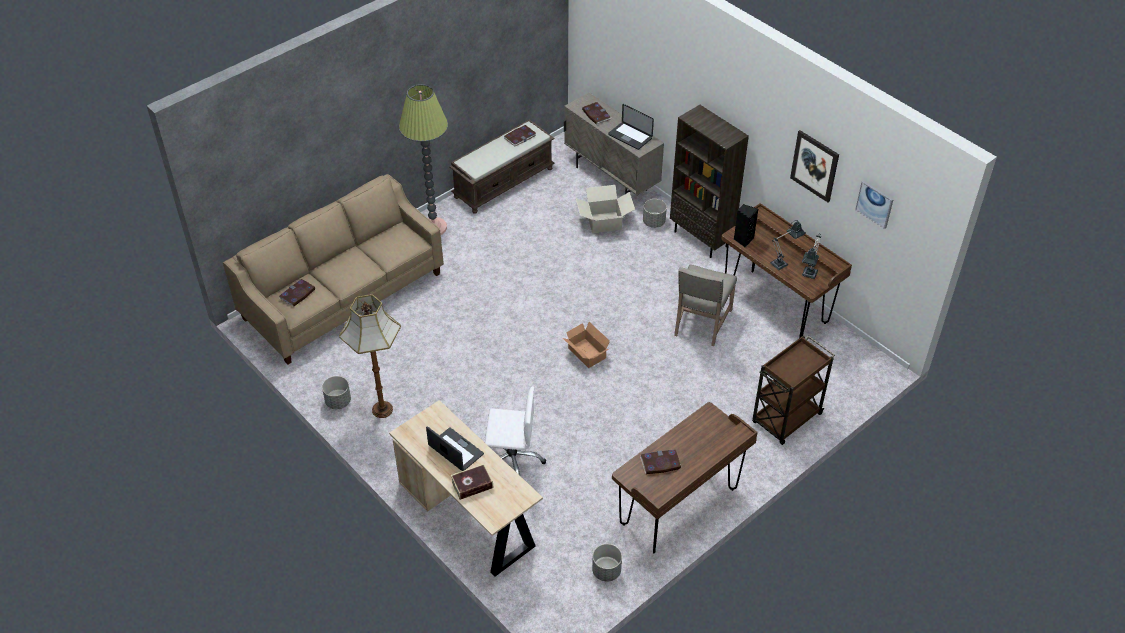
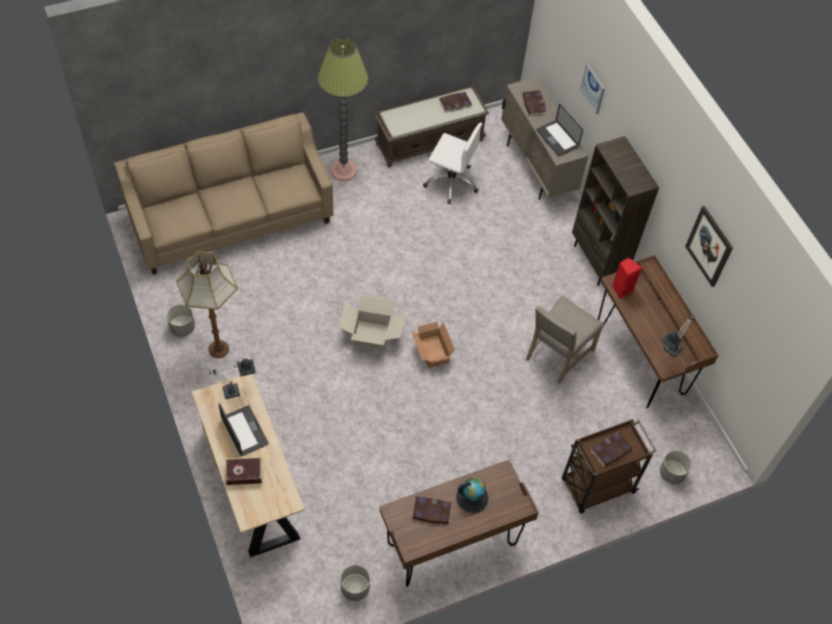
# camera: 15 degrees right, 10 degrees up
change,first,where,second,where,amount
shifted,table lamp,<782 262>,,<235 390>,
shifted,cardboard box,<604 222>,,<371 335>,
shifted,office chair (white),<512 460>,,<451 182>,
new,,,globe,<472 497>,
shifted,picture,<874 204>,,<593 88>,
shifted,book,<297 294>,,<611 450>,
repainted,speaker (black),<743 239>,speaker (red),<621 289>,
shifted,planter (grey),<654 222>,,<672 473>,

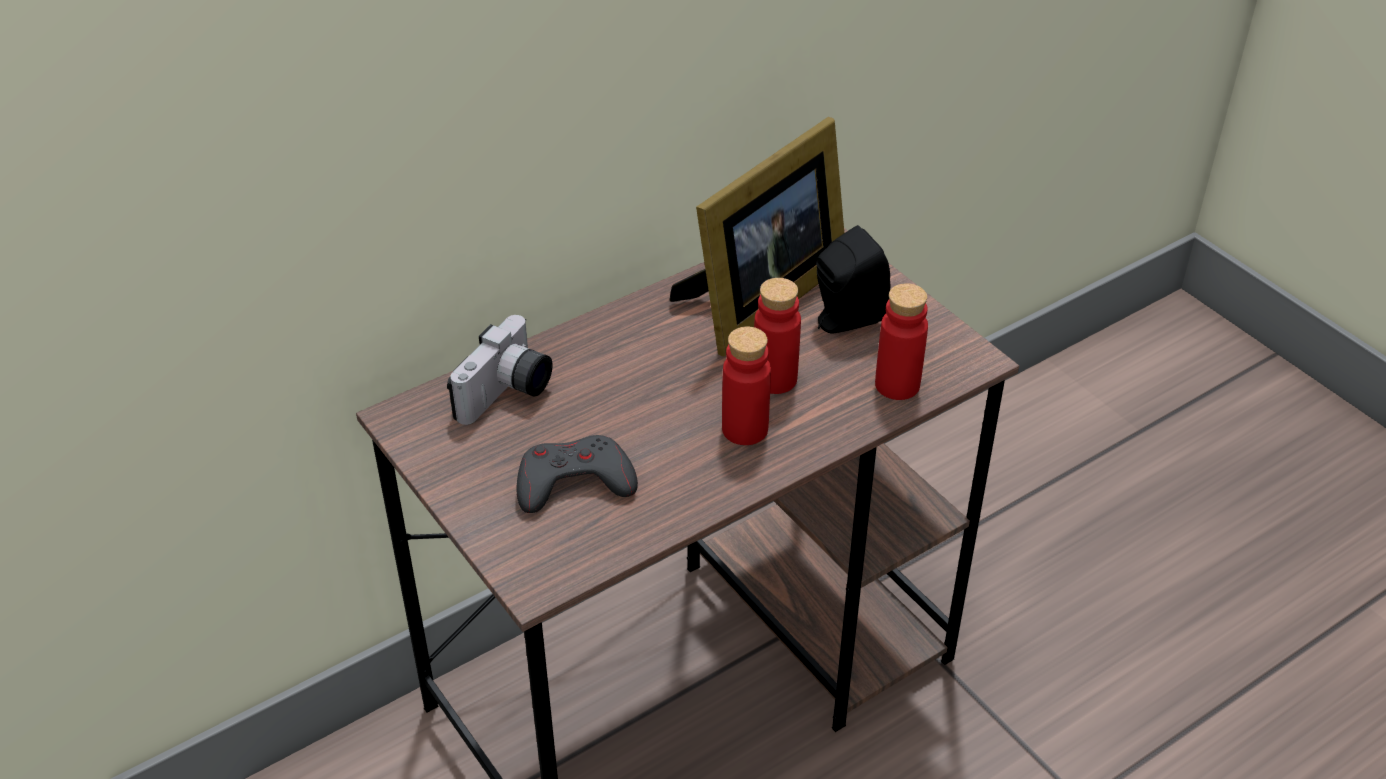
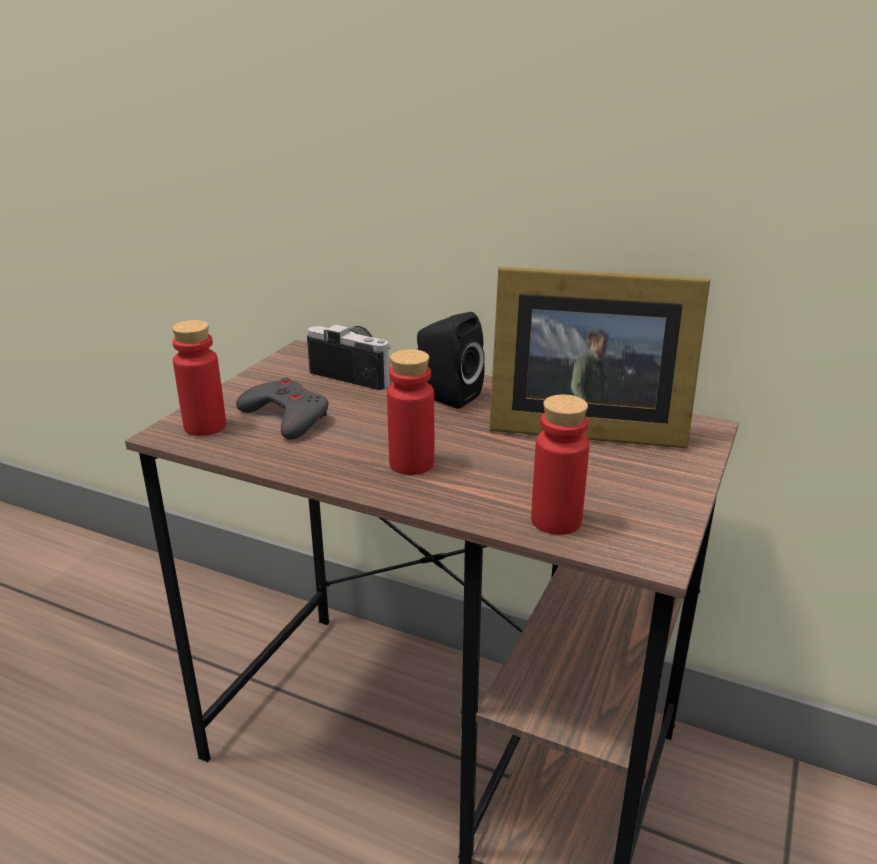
# camera: 60 degrees right, 15 degrees down
change,first,where,second,where,amount
shifted,bottle (red),<774 379>,,<205 426>,
rotated,photo camera,<507 395>,,<357 372>,150 degrees counterclockwise
shifted,speaker (black),<844 320>,,<446 396>,

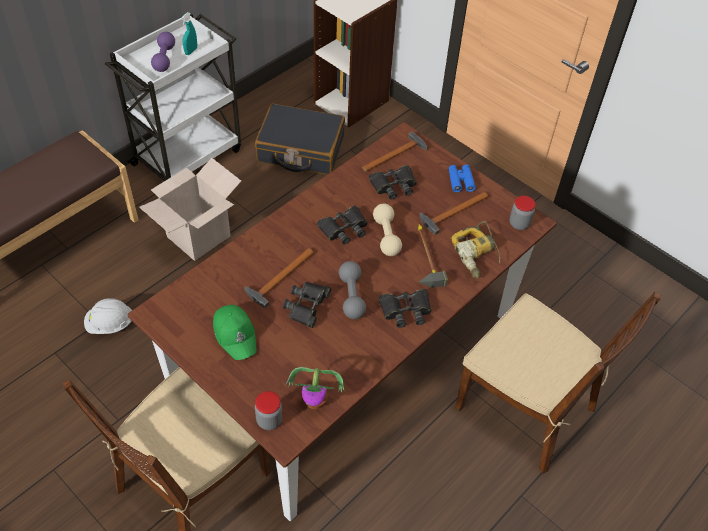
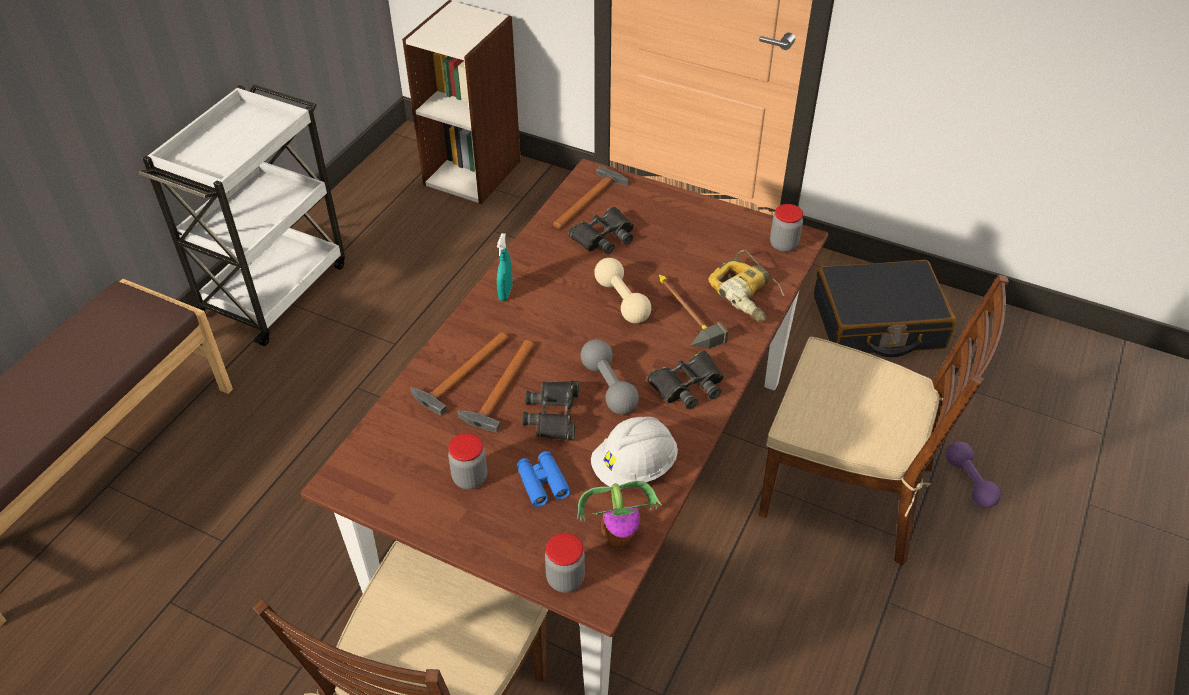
# camera: 15 degrees left, 5 degrees down
change,first,where,second,where,amount
shifted,hammer,<452 212>,,<460 375>,
swapped,cap (green),<235 334>,jar,<470 478>,
shifted,spray bottle (turquoise),<191 51>,,<505 292>,
shifted,binoculars (blue),<460 181>,,<542 482>,
shifted,hard hat (white),<110 324>,,<634 468>,
shifted,suitcase (black),<300 149>,,<878 323>,
shifted,dumbbell (purple),<164 58>,,<969 482>,
gone,cardboard box,<198 236>,,,
gone,binoculars (black),<344 228>,,,

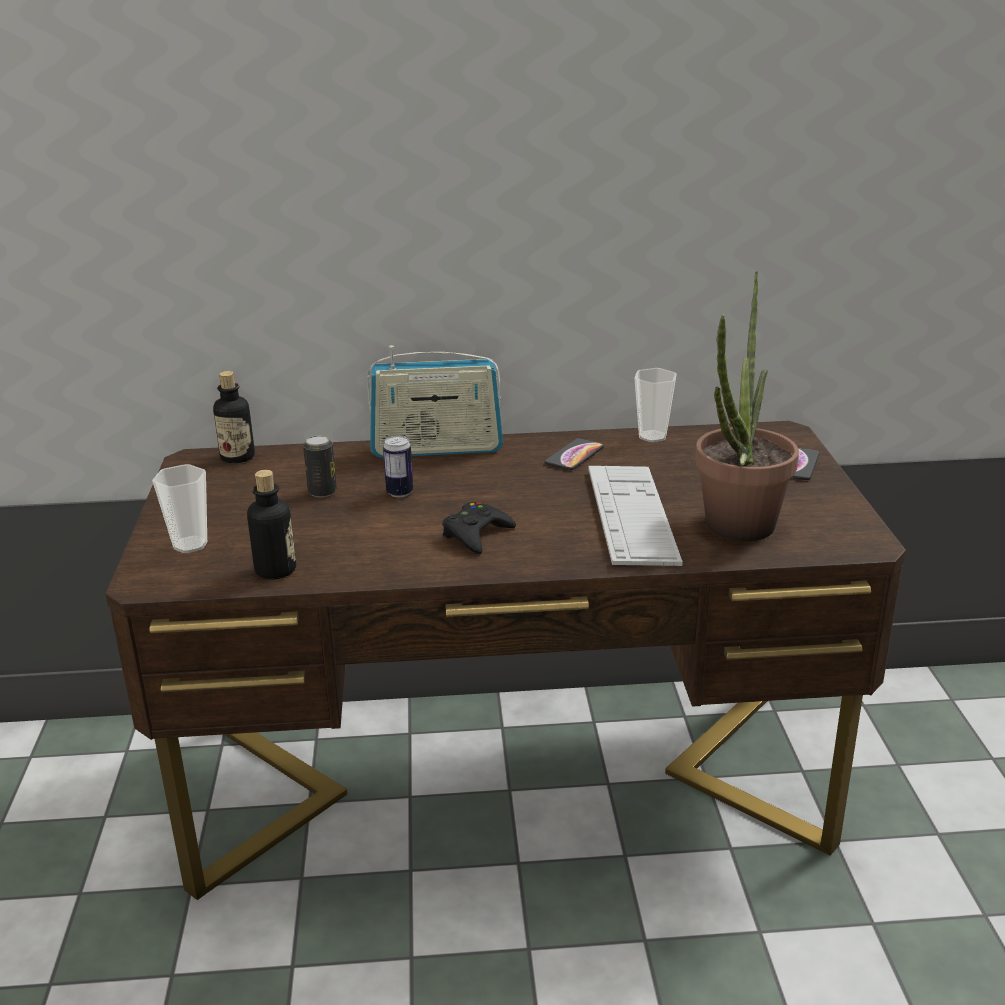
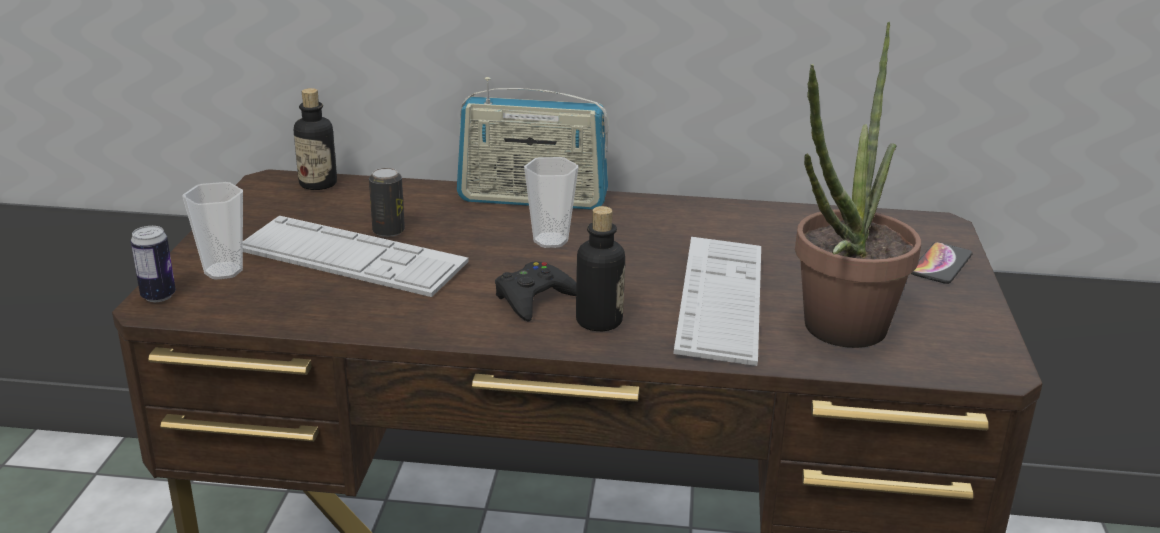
# camera: 10 degrees right, 0 degrees up
change,first,where,second,where,amount
shifted,can,<399 492>,,<158 296>,
new,,,keyboard,<351 258>,
shifted,cup,<652 436>,,<550 240>,
shifted,bottle,<275 570>,,<599 321>,
gone,phone,<574 455>,,,

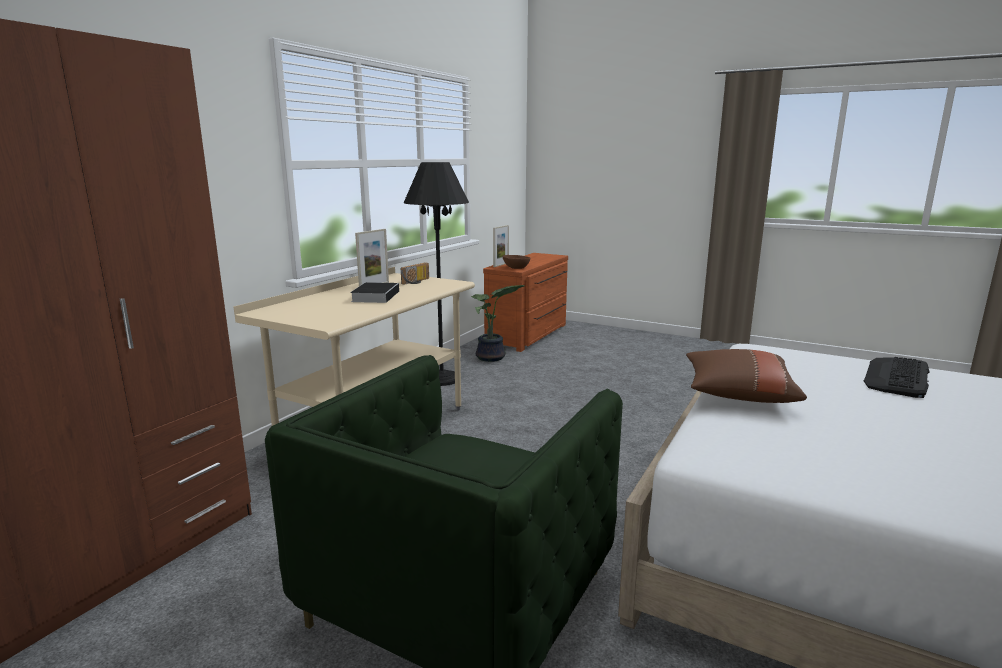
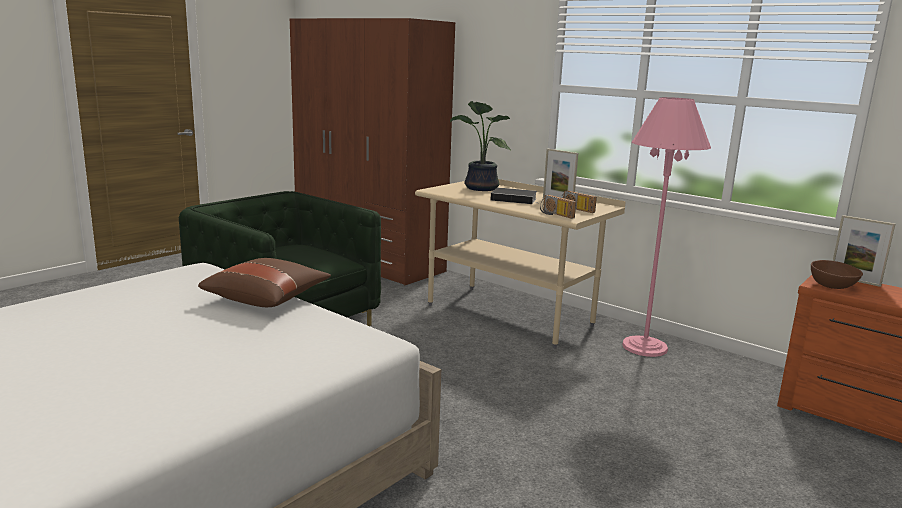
# camera: 100 degrees right, 0 degrees up
change,first,where,second,where,amount
shifted,potted plant,<491 358>,,<479 188>,
new,,,radio,<555 214>,
repainted,floor lamp (black),<441 378>,floor lamp (pink),<645 347>,
gone,keyboard,<897 377>,,,

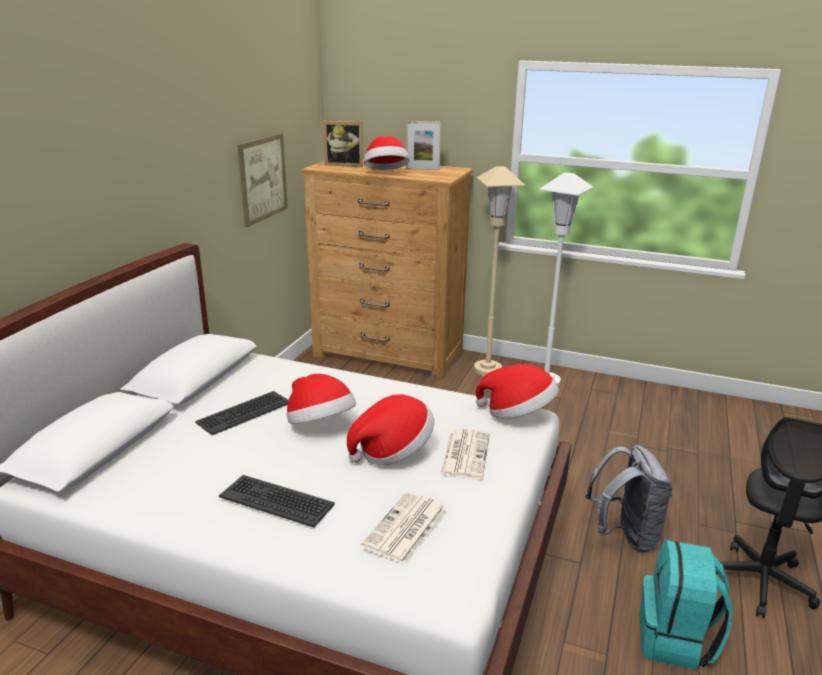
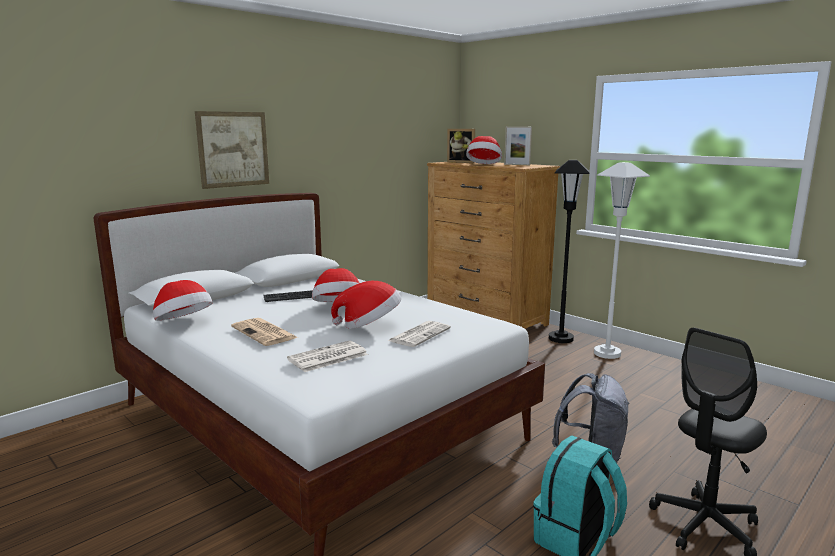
# camera: 25 degrees right, 10 degrees down
change,first,where,second,where,amount
shifted,hat,<517 414>,,<183 323>,
shifted,picture,<263 178>,,<233 149>,
swapped,keyboard,<277 500>,newspaper,<265 333>,
repainted,floor lamp (beige),<487 370>,floor lamp (black),<561 338>,

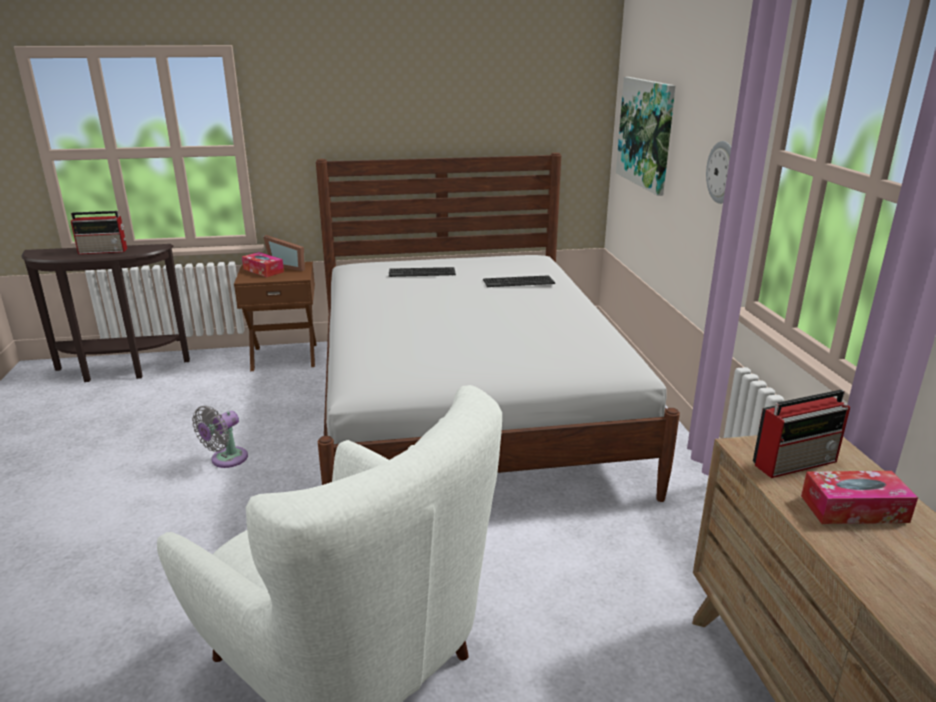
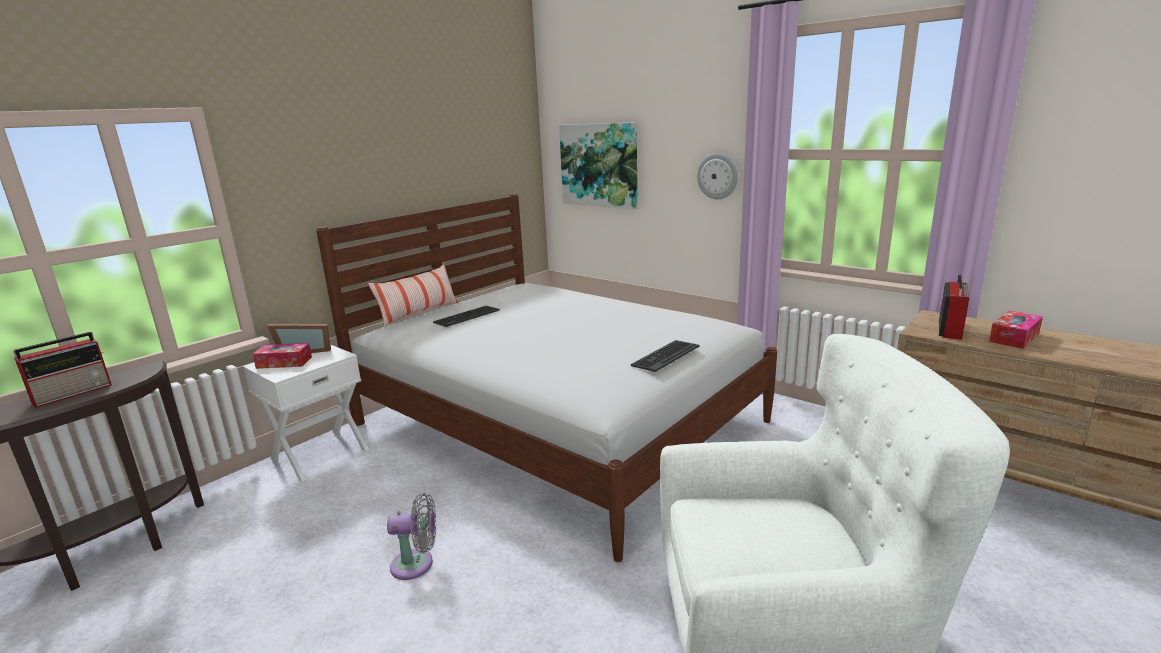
# camera: 40 degrees left, 5 degrees down
change,first,where,second,where,amount
repainted,nightstand (brown),<284 356>,nightstand (white),<319 453>,
new,,,pillow,<418 313>,
rotated,fan (grey),<226 460>,,<416 564>,90 degrees counterclockwise
shifted,keyboard,<518 282>,,<665 356>,

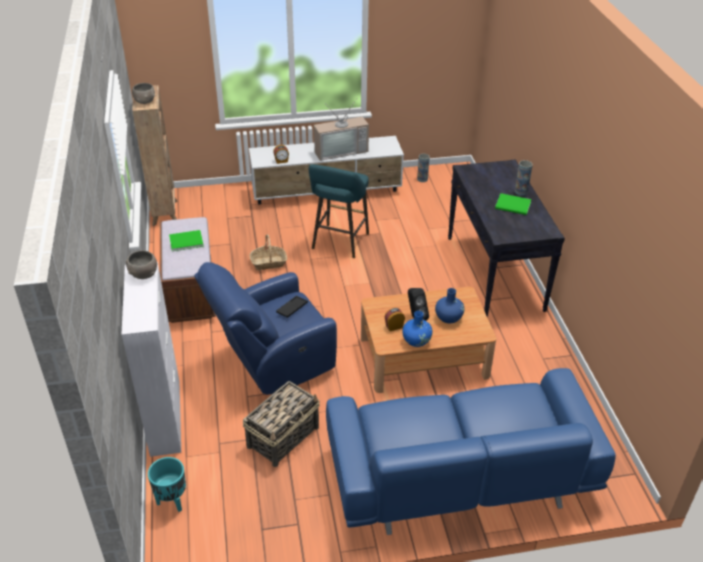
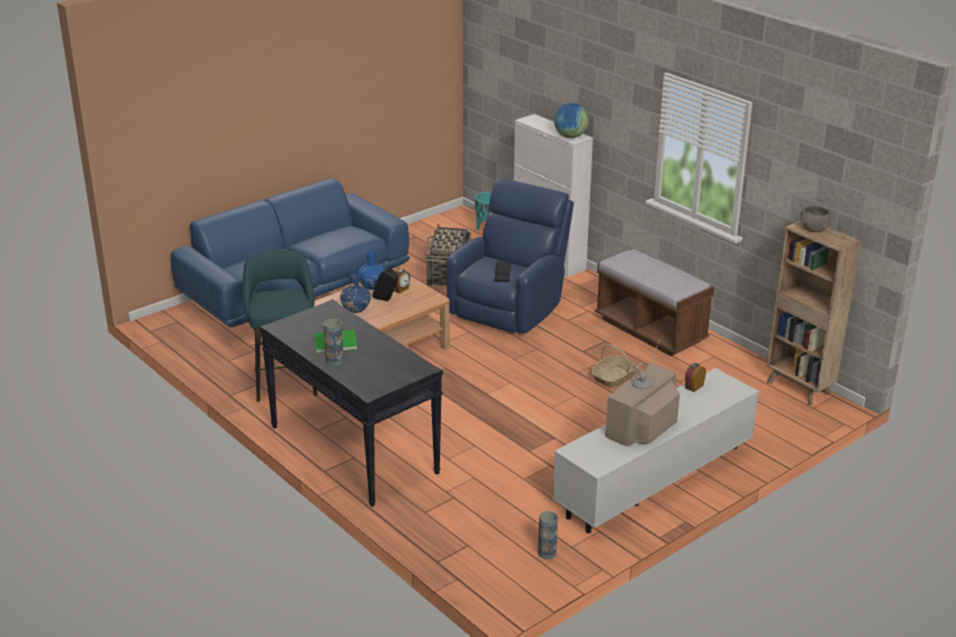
# camera: 150 degrees right, 10 degrees down
change,first,where,second,where,amount
shifted,stool (turquoise),<339 243>,,<285 381>,
swapped,bowl (grey),<143 274>,globe,<570 136>,
gone,book (green),<185 241>,,,

